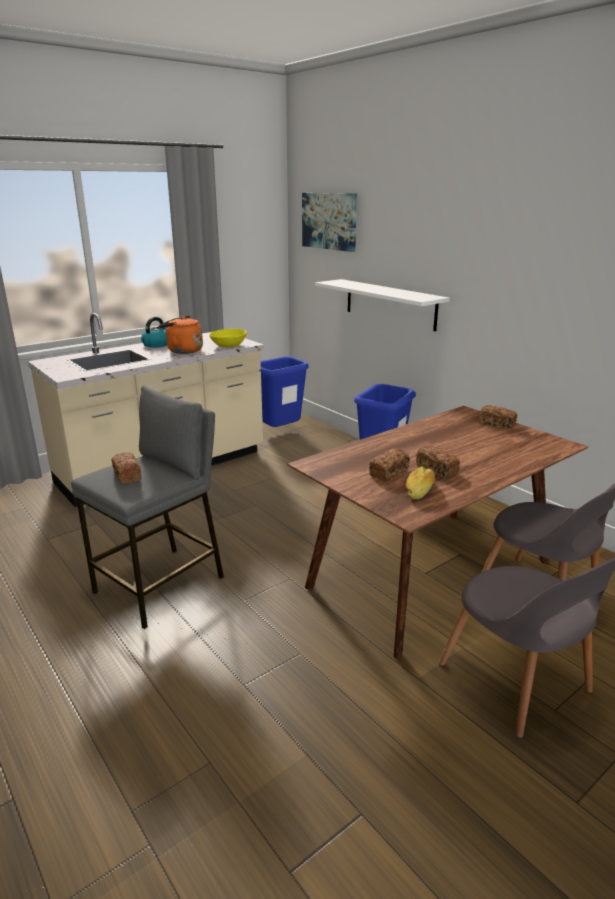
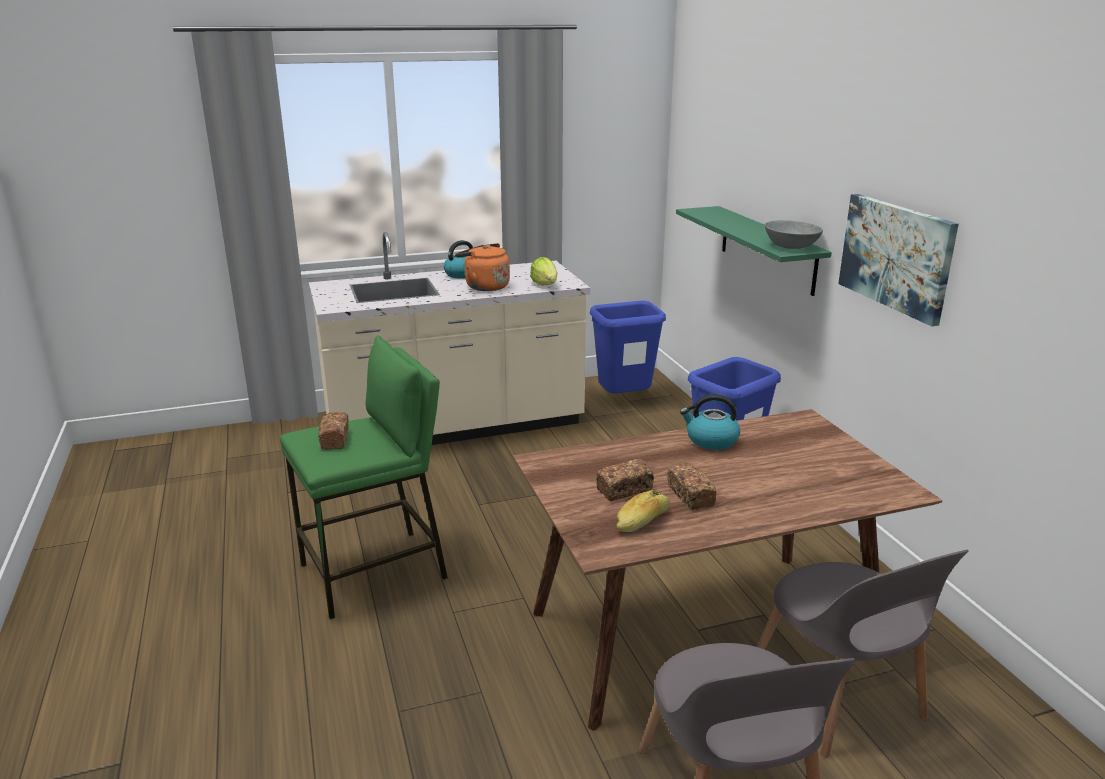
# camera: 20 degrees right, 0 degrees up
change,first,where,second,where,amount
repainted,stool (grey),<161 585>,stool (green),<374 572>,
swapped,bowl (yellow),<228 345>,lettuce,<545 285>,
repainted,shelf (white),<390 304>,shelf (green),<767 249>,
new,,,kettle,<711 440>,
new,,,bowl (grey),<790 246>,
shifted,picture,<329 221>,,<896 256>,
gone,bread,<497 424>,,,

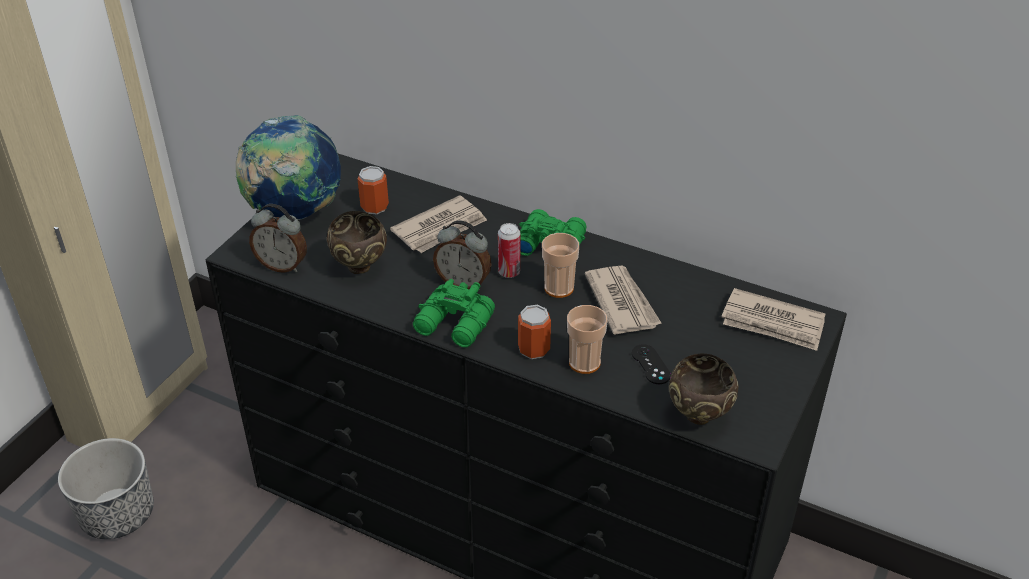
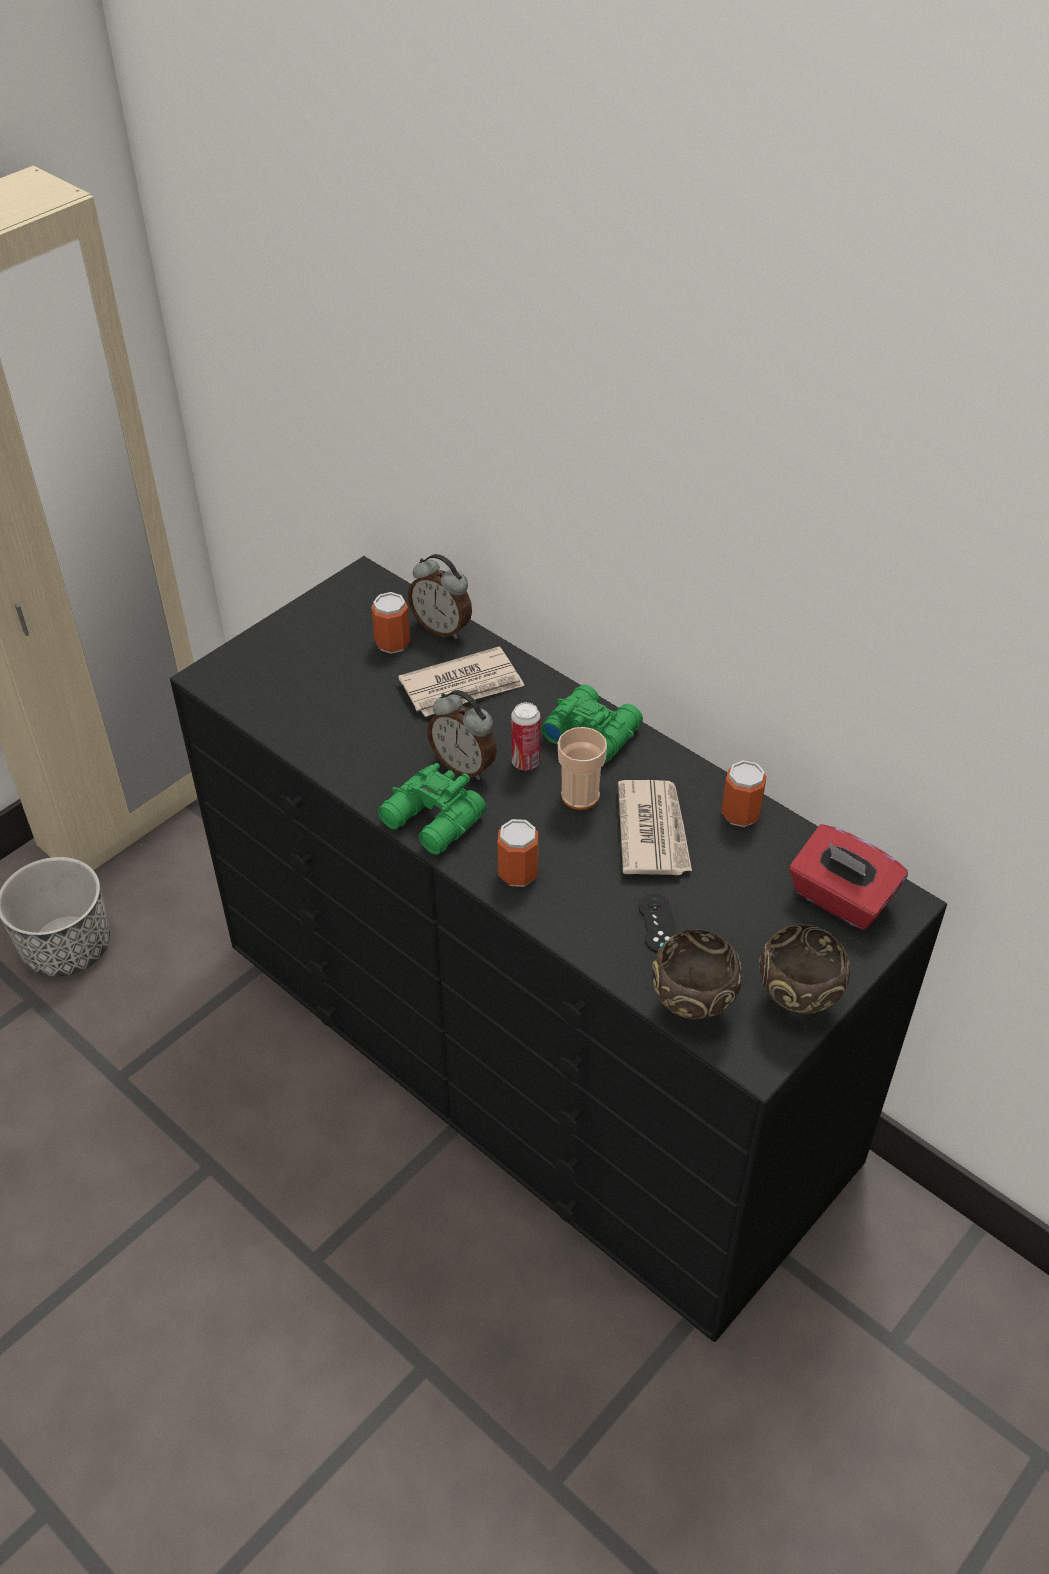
# camera: 15 degrees right, 5 degrees up
change,first,where,second,where,amount
shifted,alarm clock,<282 265>,,<442 628>,
new,,,can,<740 814>,
shifted,bowl (brown),<360 268>,,<797 1002>,
swapped,newspaper,<773 323>,tissue box (red),<840 899>,
gone,globe,<294 213>,,,
gone,cup,<584 362>,,,

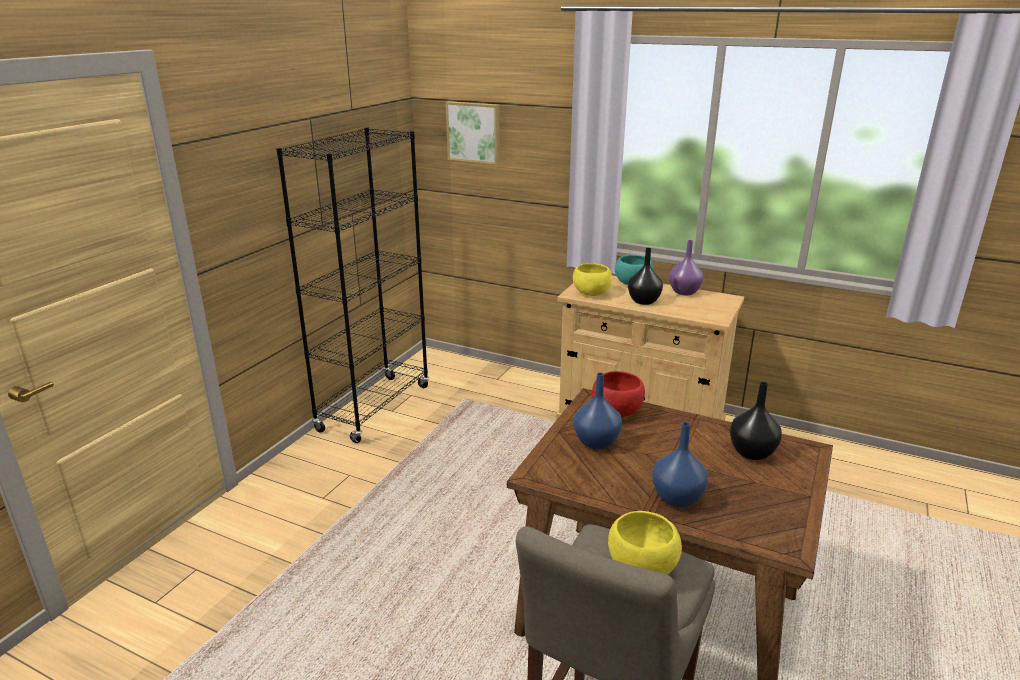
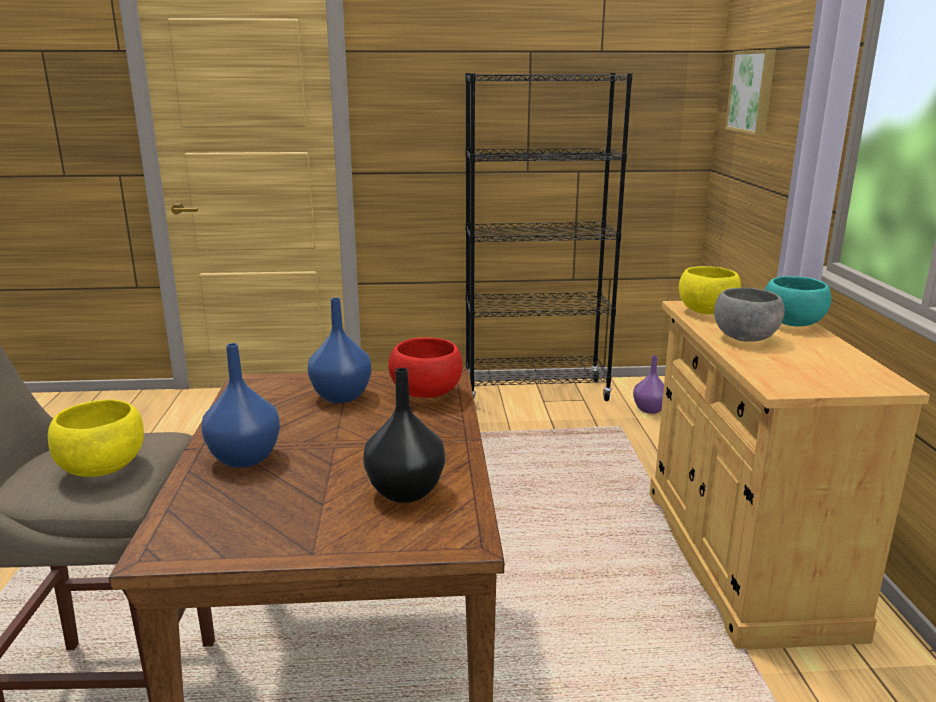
# camera: 60 degrees right, 5 degrees down
change,first,where,second,where,amount
shifted,vase (purple),<683 292>,,<649 409>,
swapped,vase (black),<644 301>,bowl (grey),<745 338>,

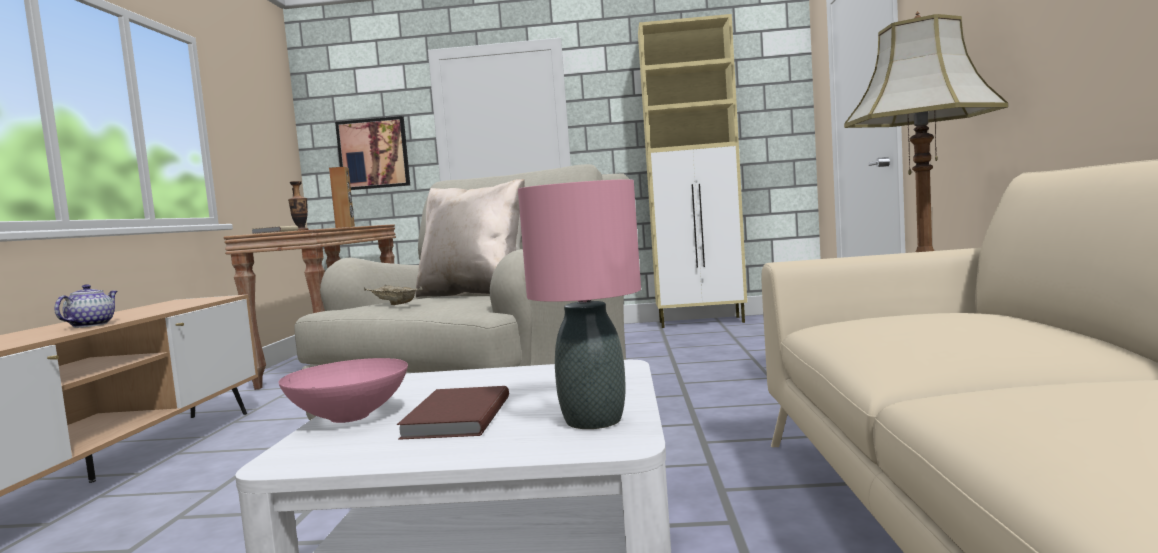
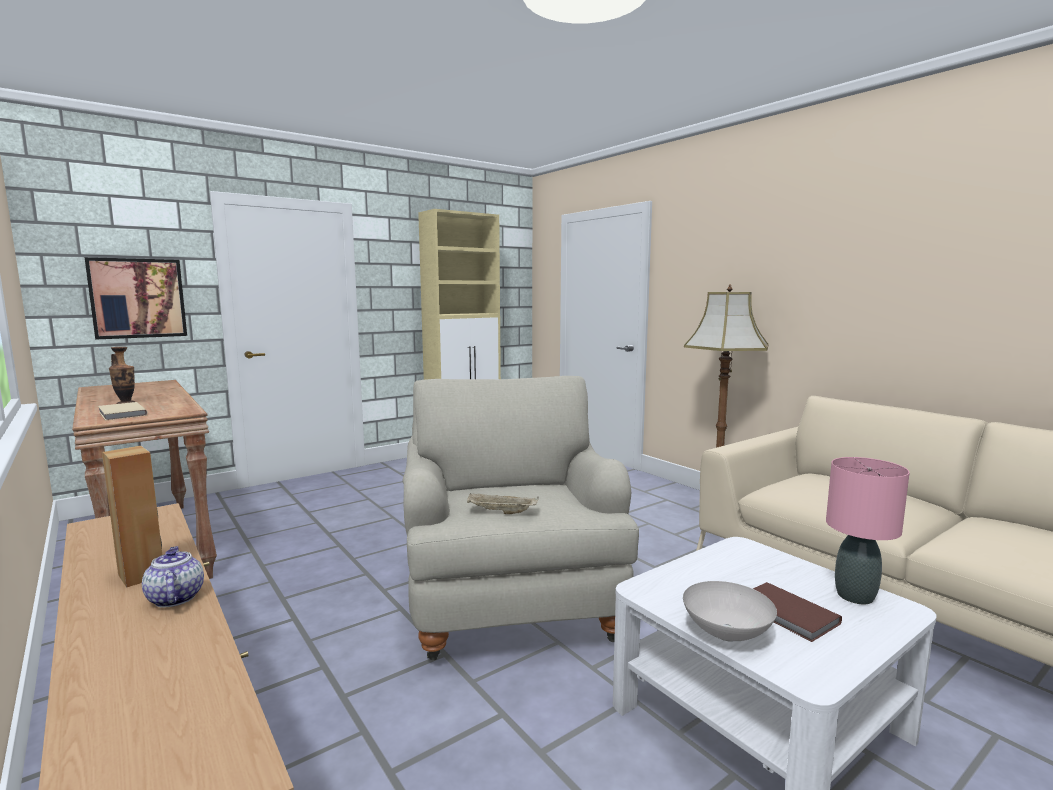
# camera: 40 degrees left, 5 degrees up
change,first,where,second,where,amount
shifted,speaker (brown),<345 227>,,<142 575>,
repainted,bowl (pink),<349 416>,bowl (white),<725 633>,
gone,pillow (beige),<475 294>,,,

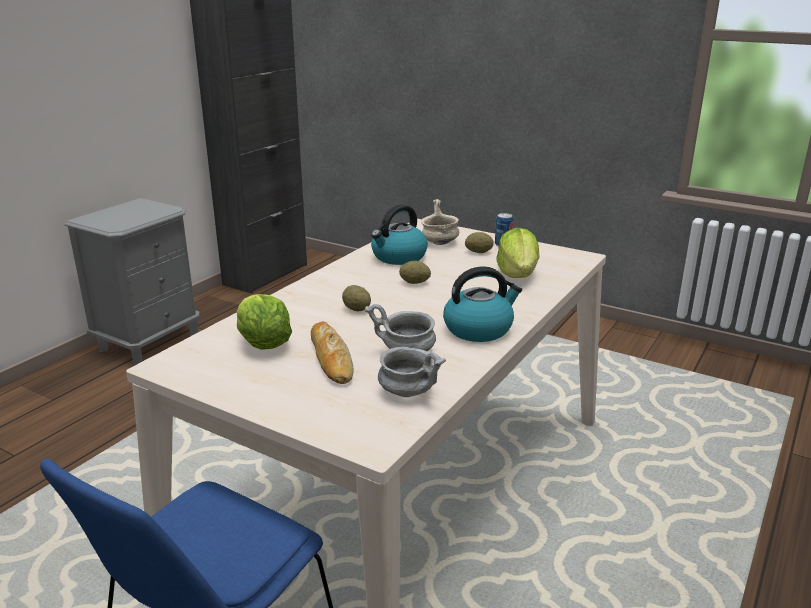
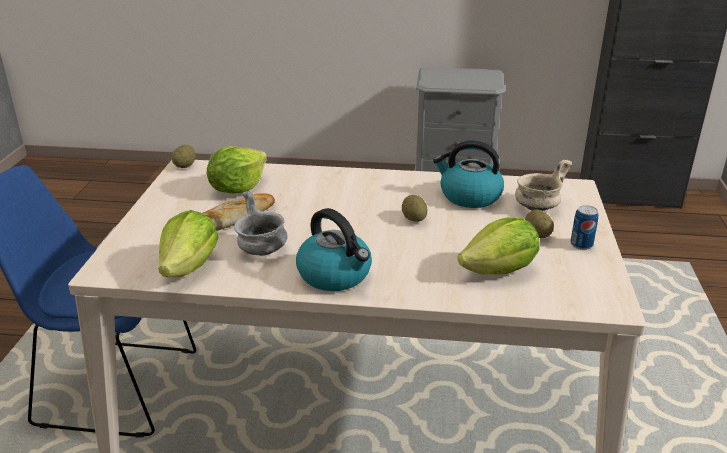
# camera: 65 degrees right, 5 degrees up
change,first,where,second,where,amount
swapped,bowl (grey),<409 392>,lettuce,<190 267>,
shifted,potato,<356 309>,,<185 166>,

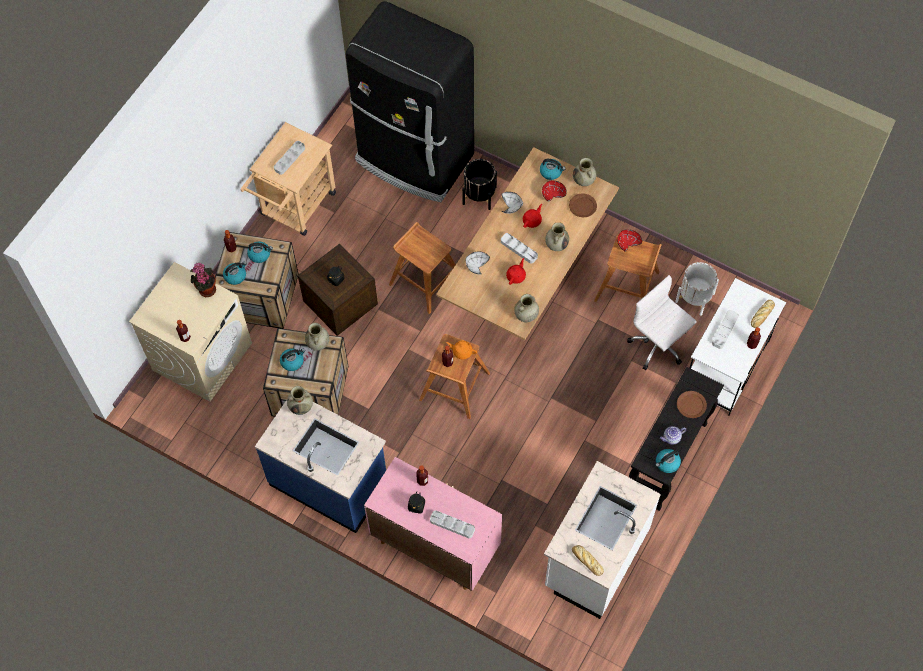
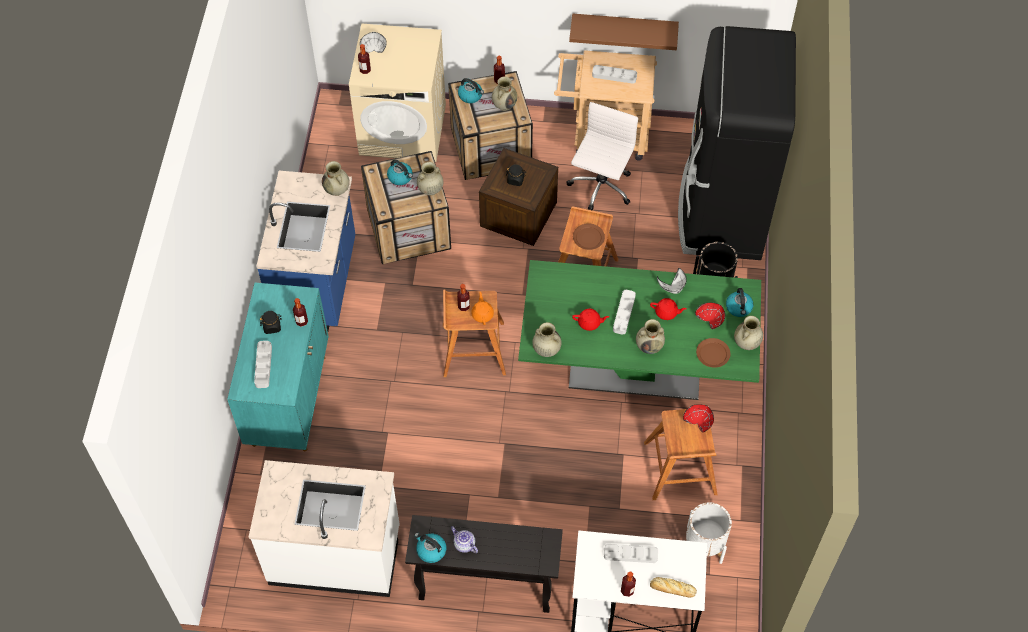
# camera: 65 degrees right, 5 degrees down
change,first,where,second,where,amount
repainted,cabinet (pink),<434 545>,cabinet (turquoise),<289 399>,
shifted,bowl (white),<475 266>,,<373 48>,
swapped,kettle,<260 254>,vase (beige),<504 105>,
repainted,dining table (beige),<526 279>,dining table (green),<635 367>,
shifted,office chair (white),<658 345>,,<600 187>,
new,,,shelf (brown),<624 27>,
shifted,plate (brown),<691 405>,,<588 237>,
gone,potted plant,<206 289>,,,
gone,bread,<586 560>,,,

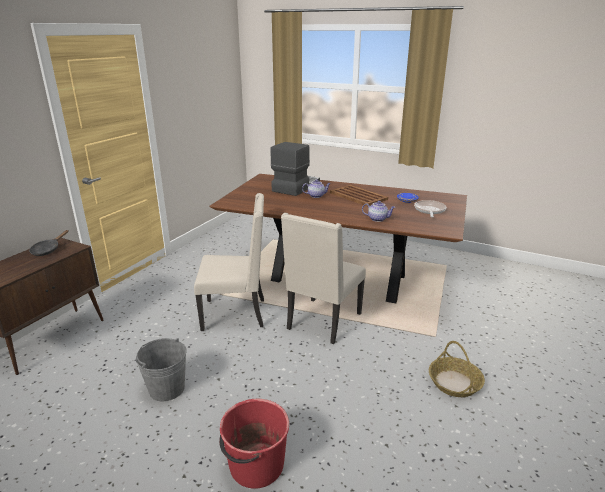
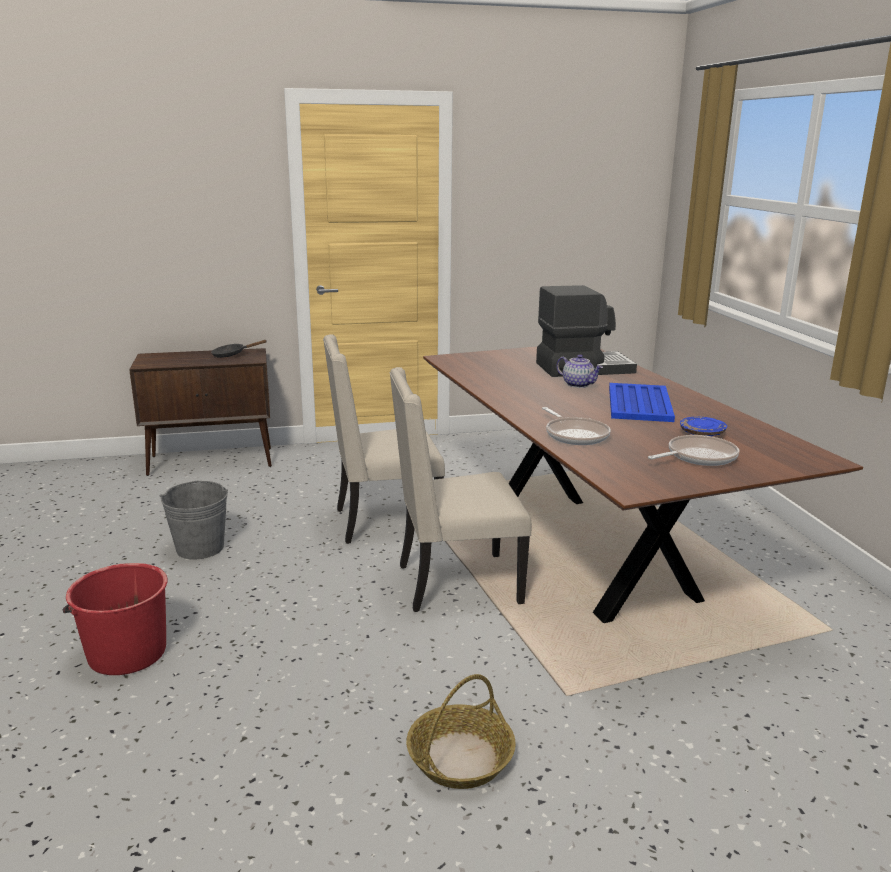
# camera: 50 degrees right, 5 degrees down
change,first,where,second,where,amount
rotated,chair (beige),<236 314>,,<384 522>,120 degrees clockwise
swapped,teapot,<377 219>,frying pan,<575 435>,
repainted,tray (brown),<358 196>,tray (blue),<639 403>,

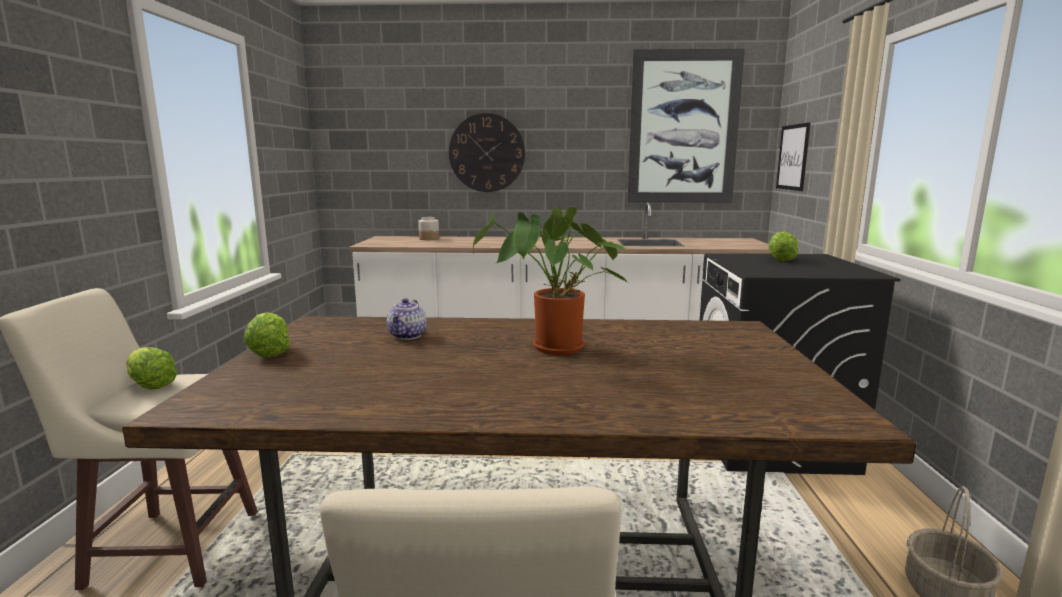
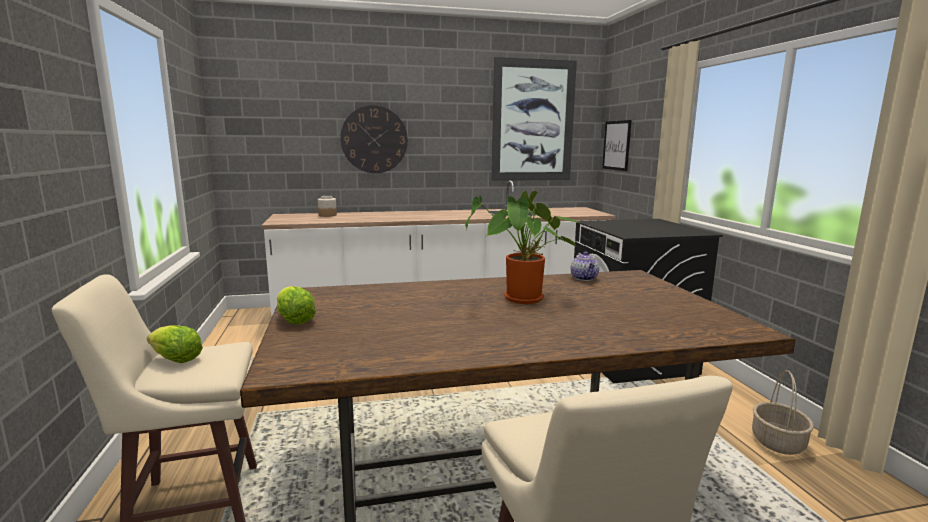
# camera: 15 degrees left, 0 degrees up
change,first,where,second,where,amount
shifted,teapot,<408 336>,,<584 278>,
gone,lettuce,<780 259>,,,

